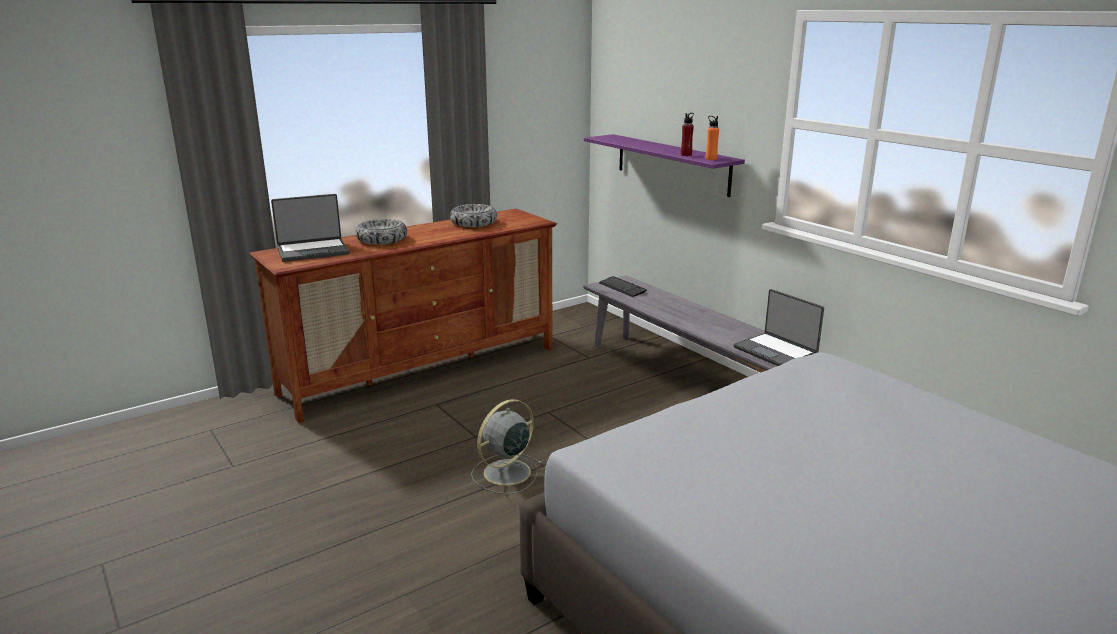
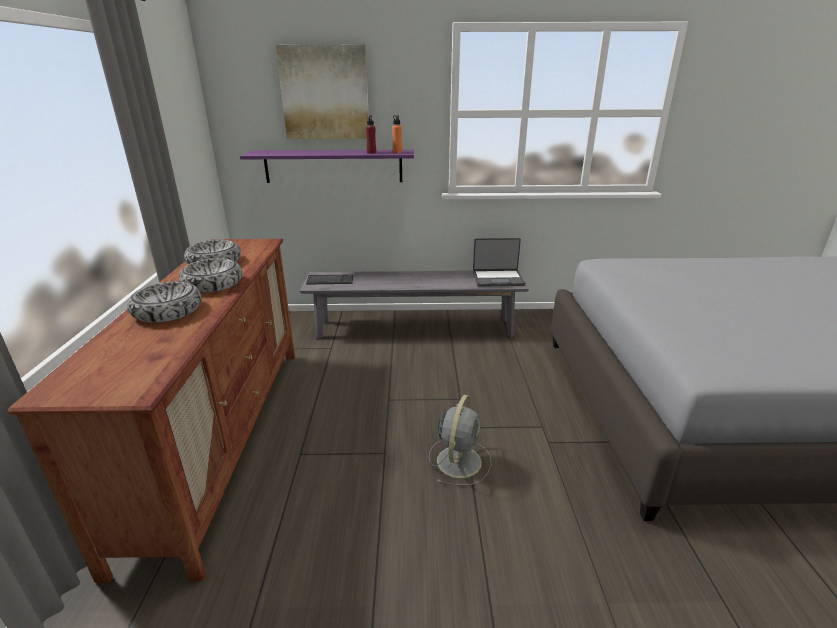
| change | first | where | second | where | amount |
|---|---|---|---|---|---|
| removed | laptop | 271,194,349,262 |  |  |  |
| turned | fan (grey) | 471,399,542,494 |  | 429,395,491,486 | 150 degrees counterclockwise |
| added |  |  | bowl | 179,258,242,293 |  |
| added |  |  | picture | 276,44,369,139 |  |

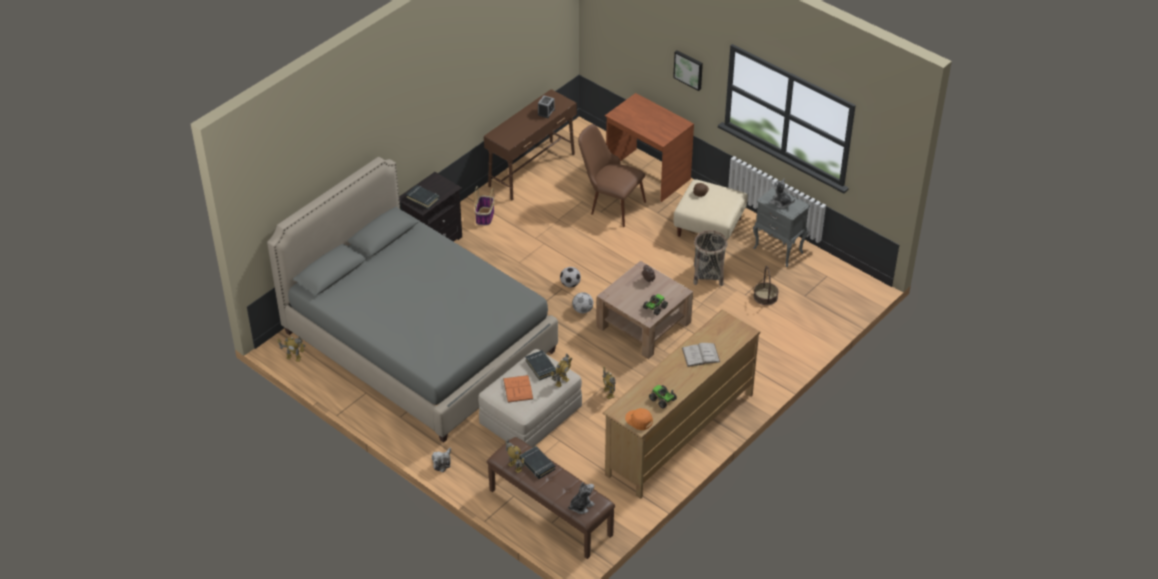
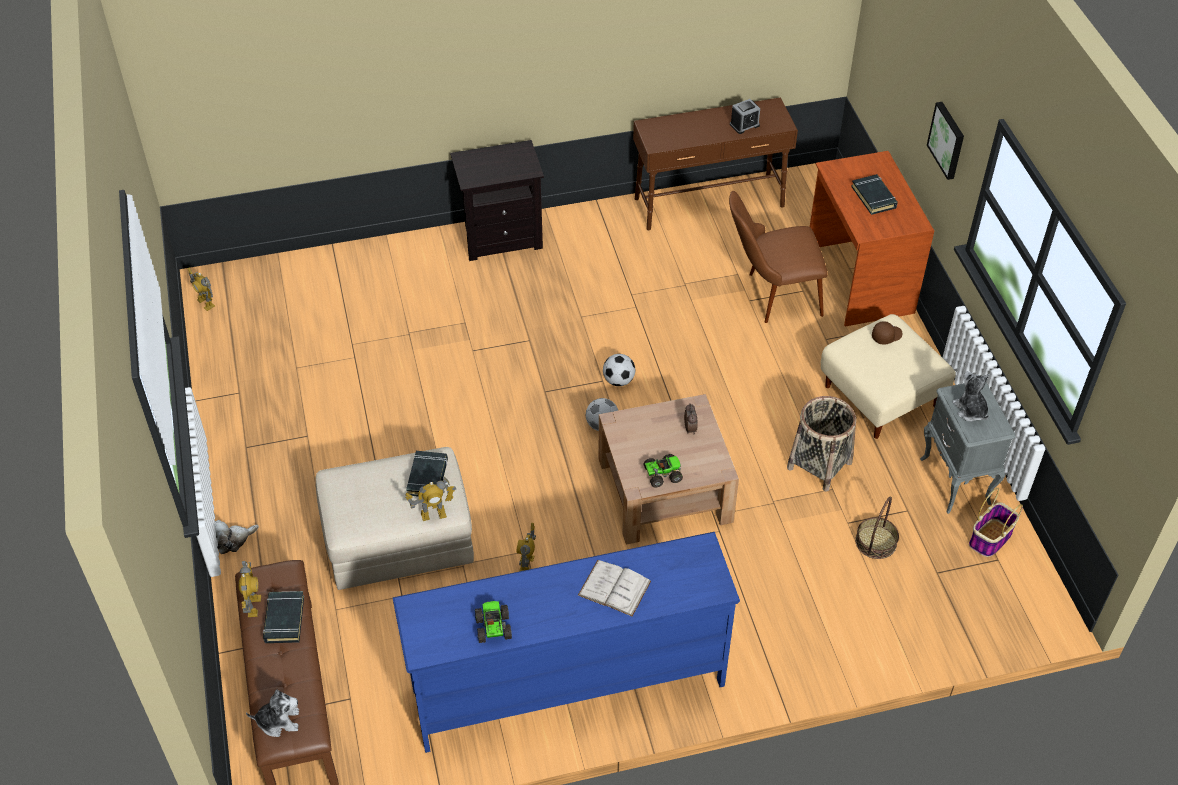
| change | first | where | second | where | amount |
|---|---|---|---|---|---|
| removed | bed (grey) | 267,157,558,443 |  |  |  |
| moved | book (black) | 406,185,439,209 |  | 851,174,898,215 |  |
| moved | basket | 474,186,494,226 |  | 969,488,1023,557 |  |
| removed | book (orange) | 503,375,533,403 |  |  |  |
| turned | chair (brown) | 578,124,646,227 |  | 729,191,828,323 | 75 degrees counterclockwise |
| recoloured | dresser (brown) | 603,309,760,499 | dresser (blue) | 393,532,740,753 |  |
| removed | cap (orange) | 625,408,653,430 |  |  |  |

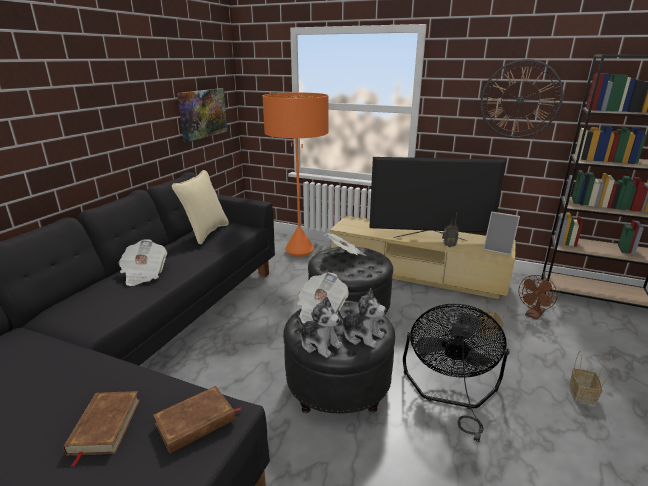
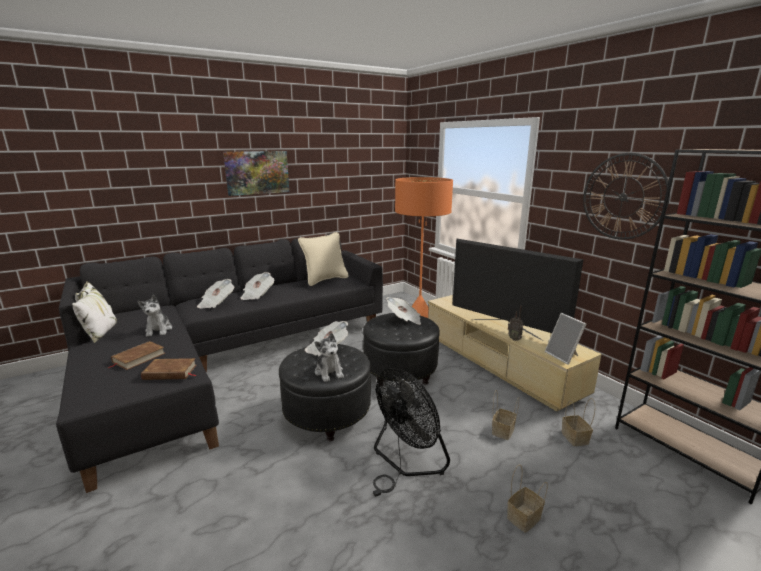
| change | first | where | second | where | amount |
|---|---|---|---|---|---|
| moved | picture | 177,88,228,142 |  | 223,151,289,196 |  |
| moved | plush toy | 298,296,343,358 |  | 138,295,172,337 |  |
| replaced | fan (brown) | 519,275,557,320 | basket | 561,398,595,446 |  |
| added |  |  | newspaper | 197,279,234,308 |  |

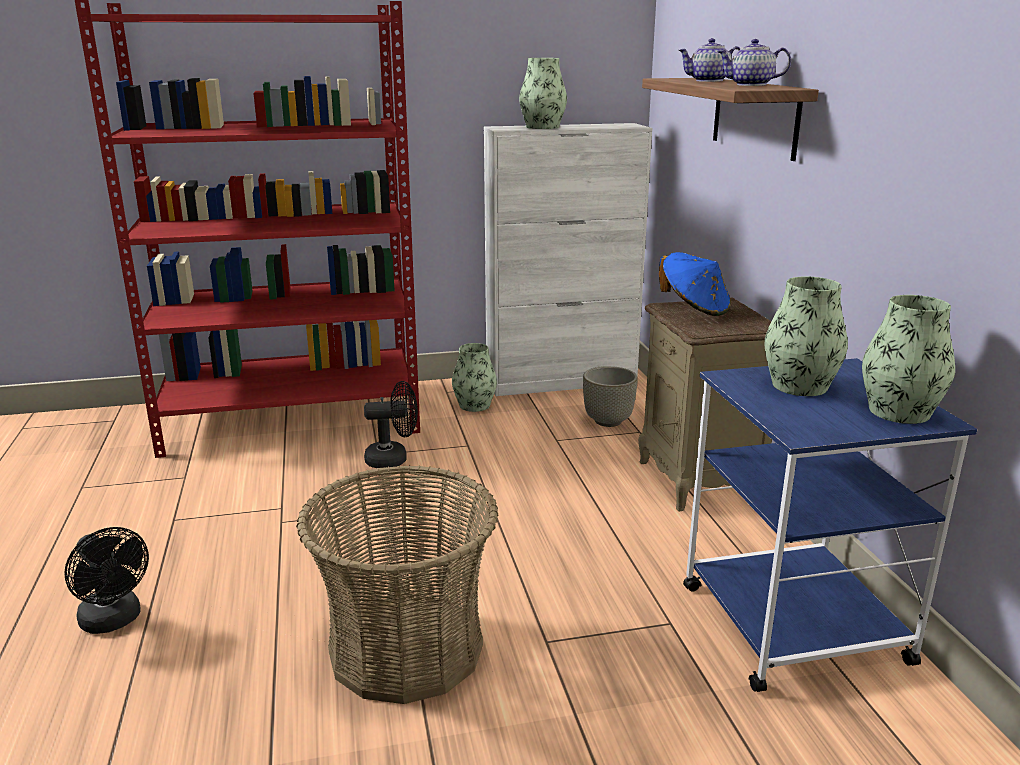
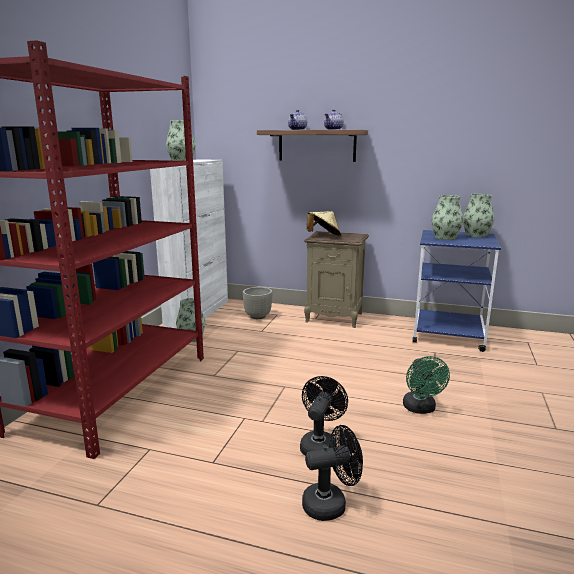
| change | first | where | second | where | amount |
|---|---|---|---|---|---|
| replaced | basket | 296,465,499,704 | fan (green) | 403,356,450,414 |  |
| moved | fan (black) | 364,381,418,468 |  | 300,376,348,456 |  |
| recoloured | hat (blue) | 659,252,731,316 | hat (beige) | 307,211,341,236 |  |

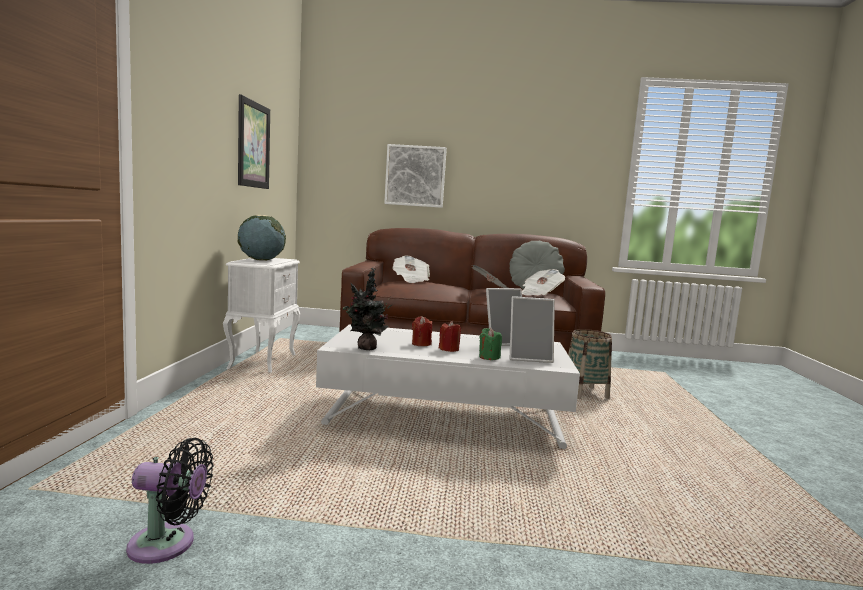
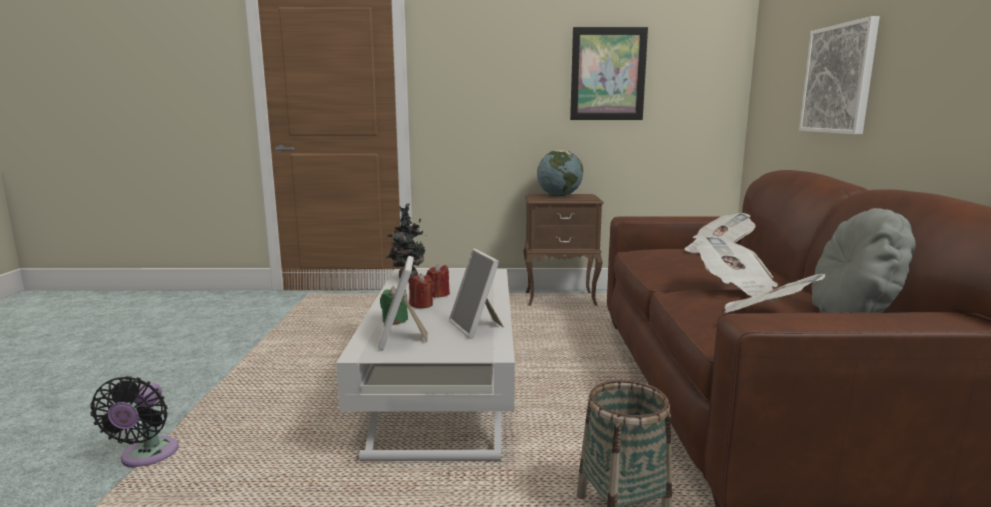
| change | first | where | second | where | amount |
|---|---|---|---|---|---|
| moved | fan (black) | 126,438,214,564 |  | 90,376,179,468 |  |
| recoloured | nightstand (white) | 223,258,300,373 | nightstand (brown) | 524,194,604,306 |  |

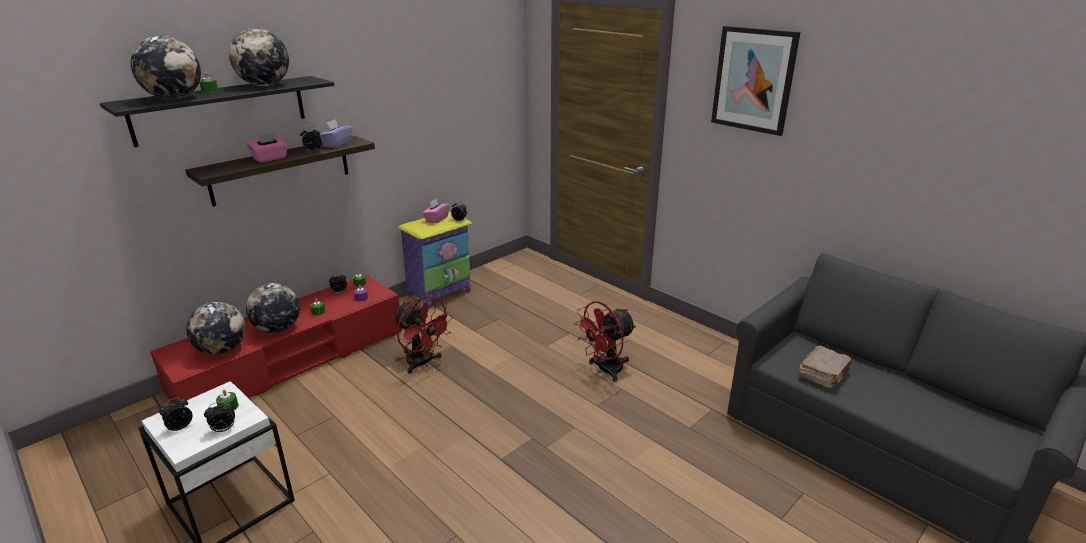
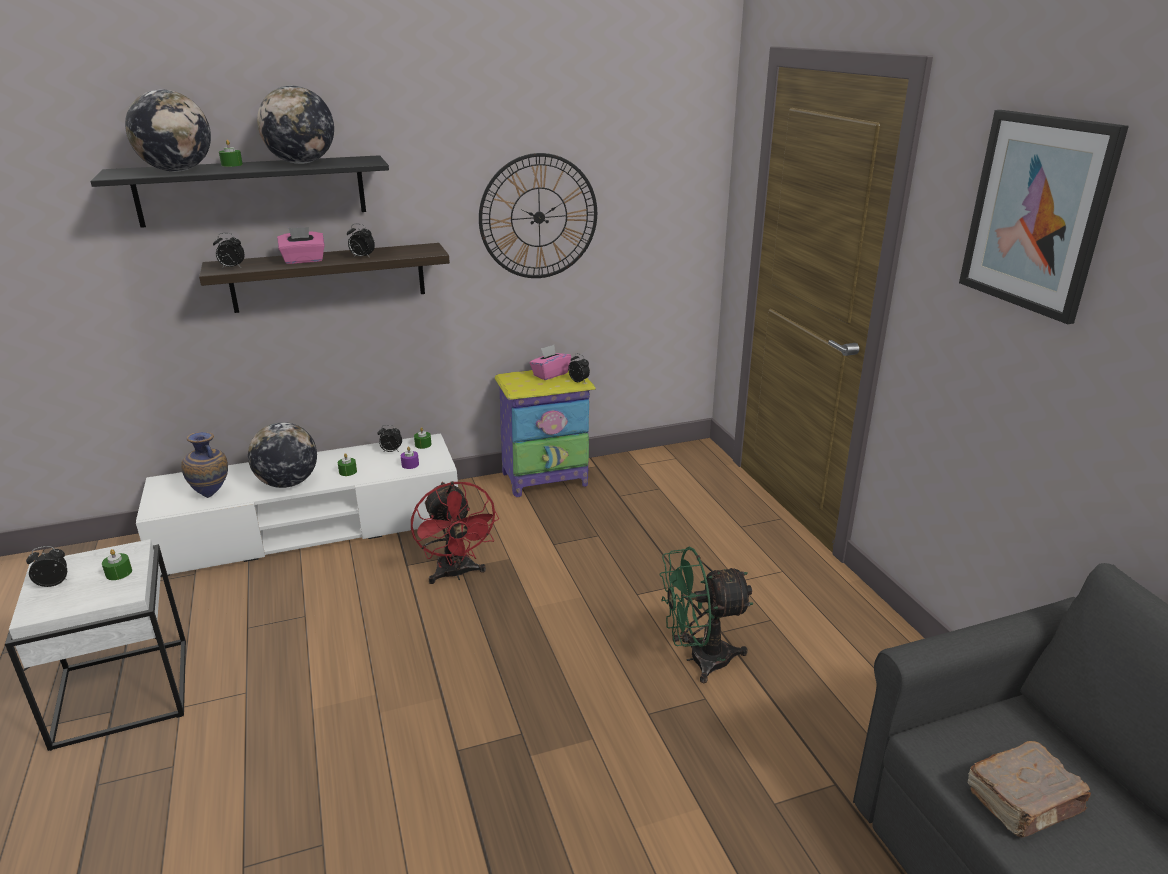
| change | first | where | second | where | amount |
|---|---|---|---|---|---|
| recoloured | tv stand (red) | 150,275,402,404 | tv stand (white) | 136,433,458,577 |  |
| replaced | globe | 186,302,246,355 | vase | 181,432,228,498 |  |
| moved | alarm clock | 204,401,235,433 |  | 213,233,245,268 |  |
| removed | tissue box (purple) | 319,119,352,148 |  |  |  |
| recoloured | fan (red) | 574,301,636,382 | fan (green) | 660,547,754,683 |  |
| added |  |  | wall clock | 479,153,597,278 |  |

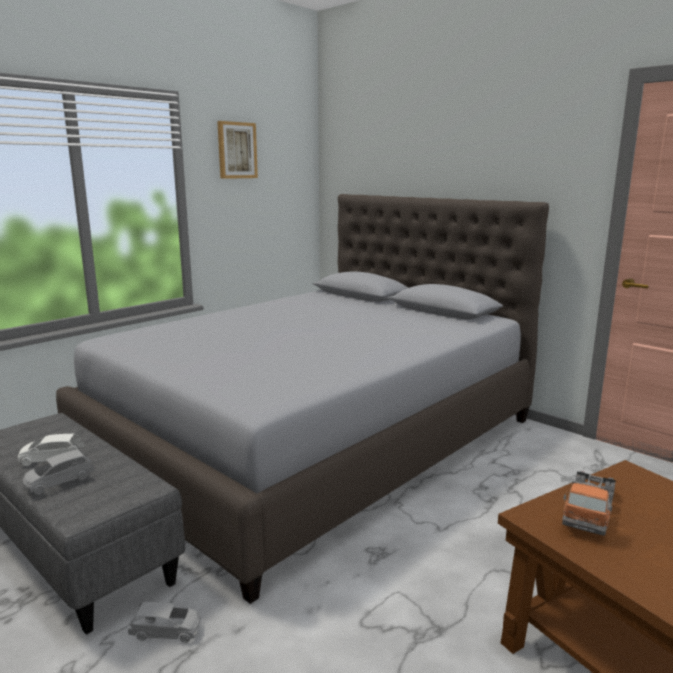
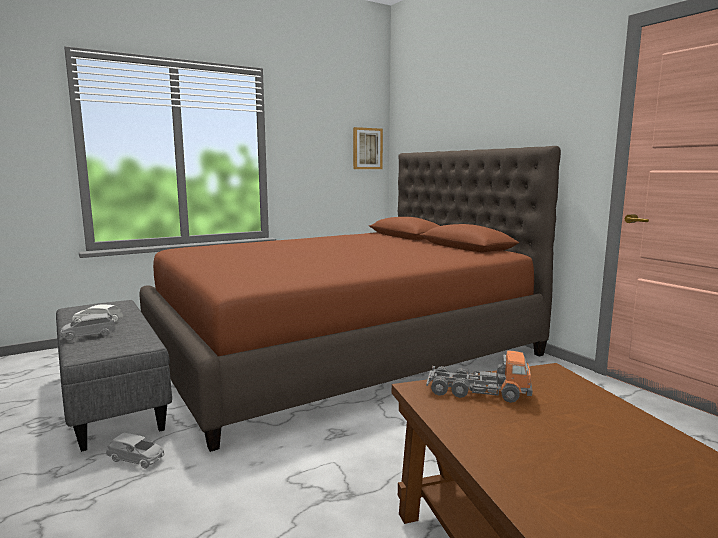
| change | first | where | second | where | amount |
|---|---|---|---|---|---|
| recoloured | bed (grey) | 56,194,549,604 | bed (brown) | 139,146,561,452 |  |
| moved | picture | 217,121,258,179 |  | 353,127,383,169 |  |
| turned | toy truck | 562,471,616,536 |  | 426,350,532,403 | 120 degrees counterclockwise |

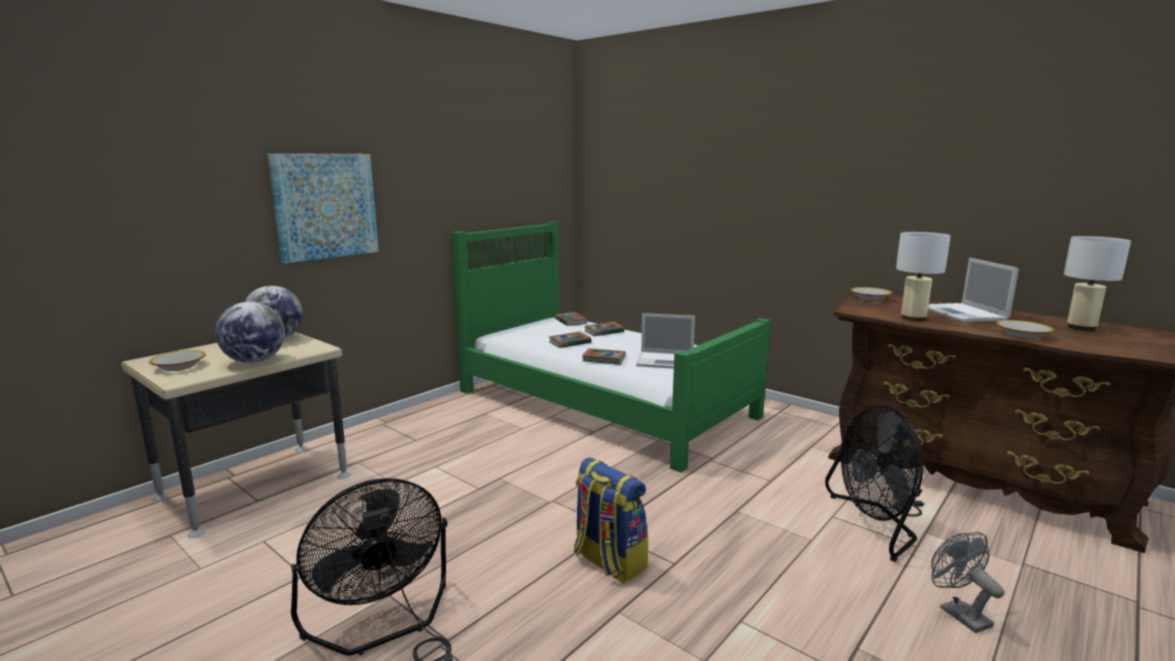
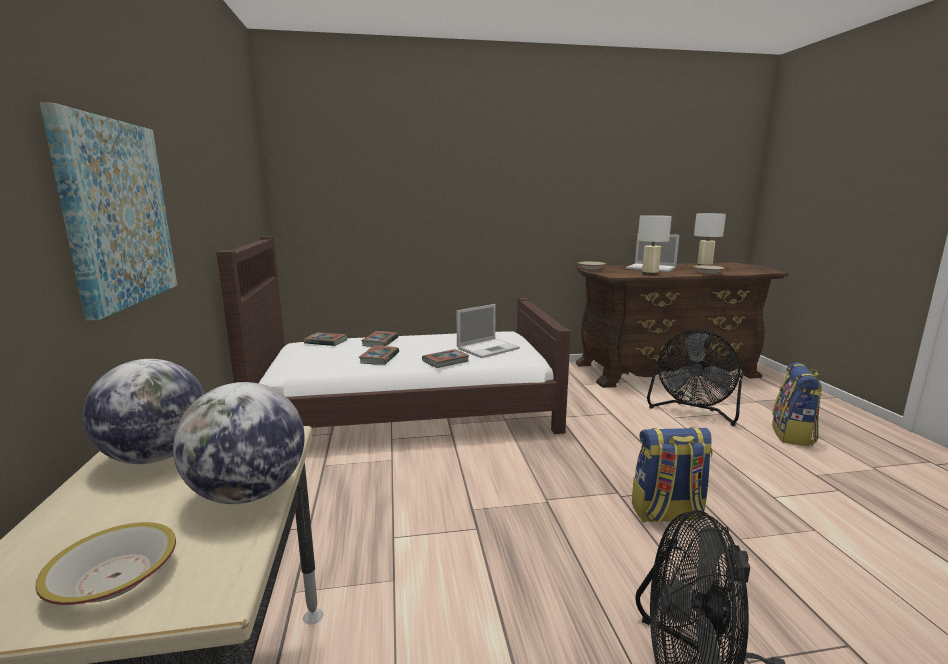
| change | first | where | second | where | amount |
|---|---|---|---|---|---|
| recoloured | bed (green) | 451,221,771,473 | bed (brown) | 216,236,571,434 |  |
| replaced | fan (grey) | 931,532,1005,633 | backpack | 772,362,822,446 |  |

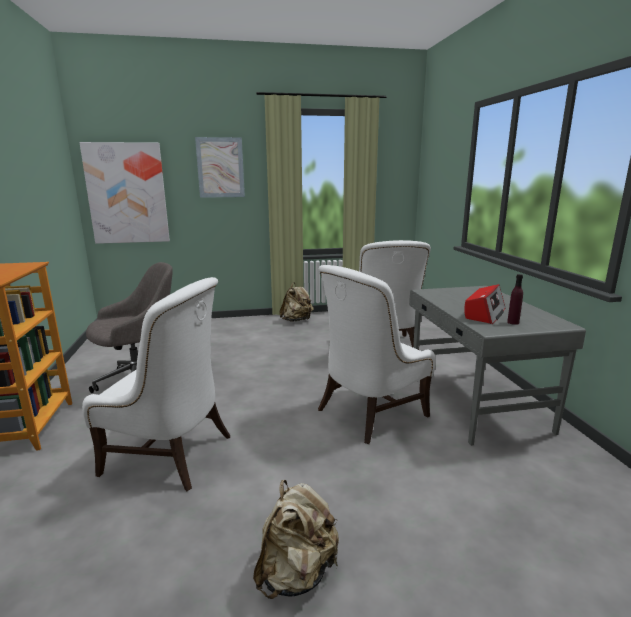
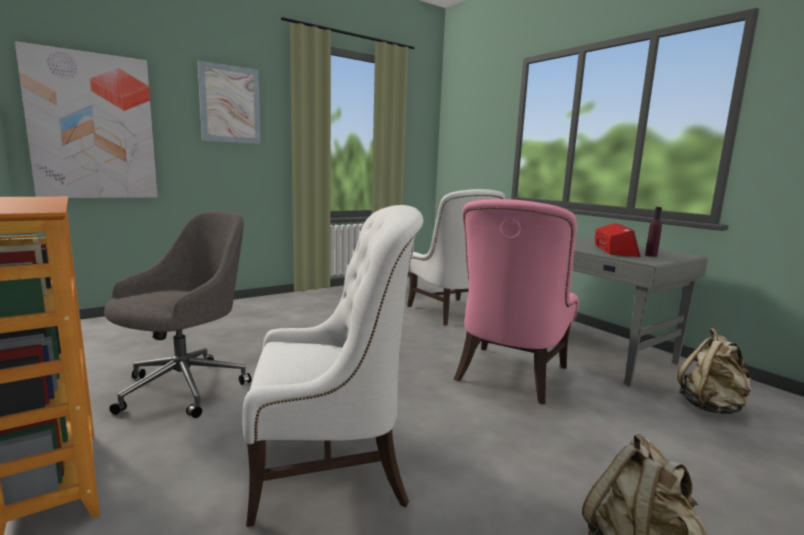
| change | first | where | second | where | amount |
|---|---|---|---|---|---|
| moved | backpack (beige) | 279,282,314,322 |  | 677,328,752,414 |  |
| recoloured | chair (white) | 318,265,436,444 | chair (pink) | 454,199,579,404 |  |

